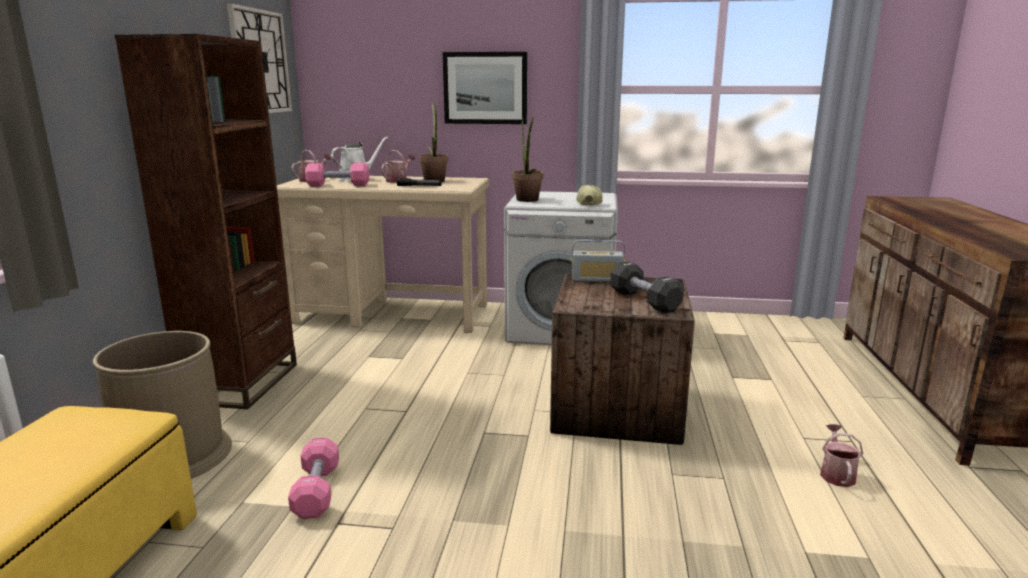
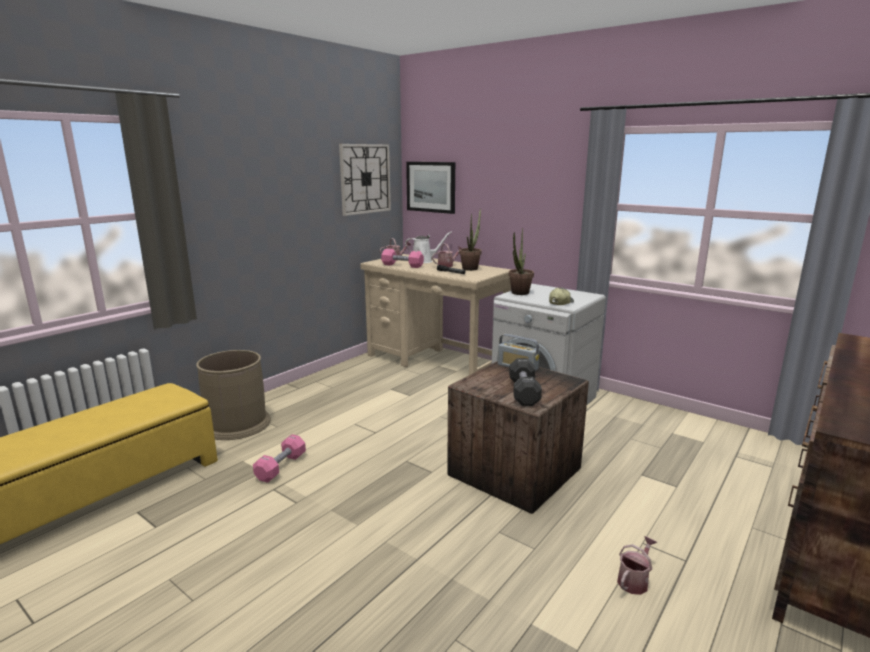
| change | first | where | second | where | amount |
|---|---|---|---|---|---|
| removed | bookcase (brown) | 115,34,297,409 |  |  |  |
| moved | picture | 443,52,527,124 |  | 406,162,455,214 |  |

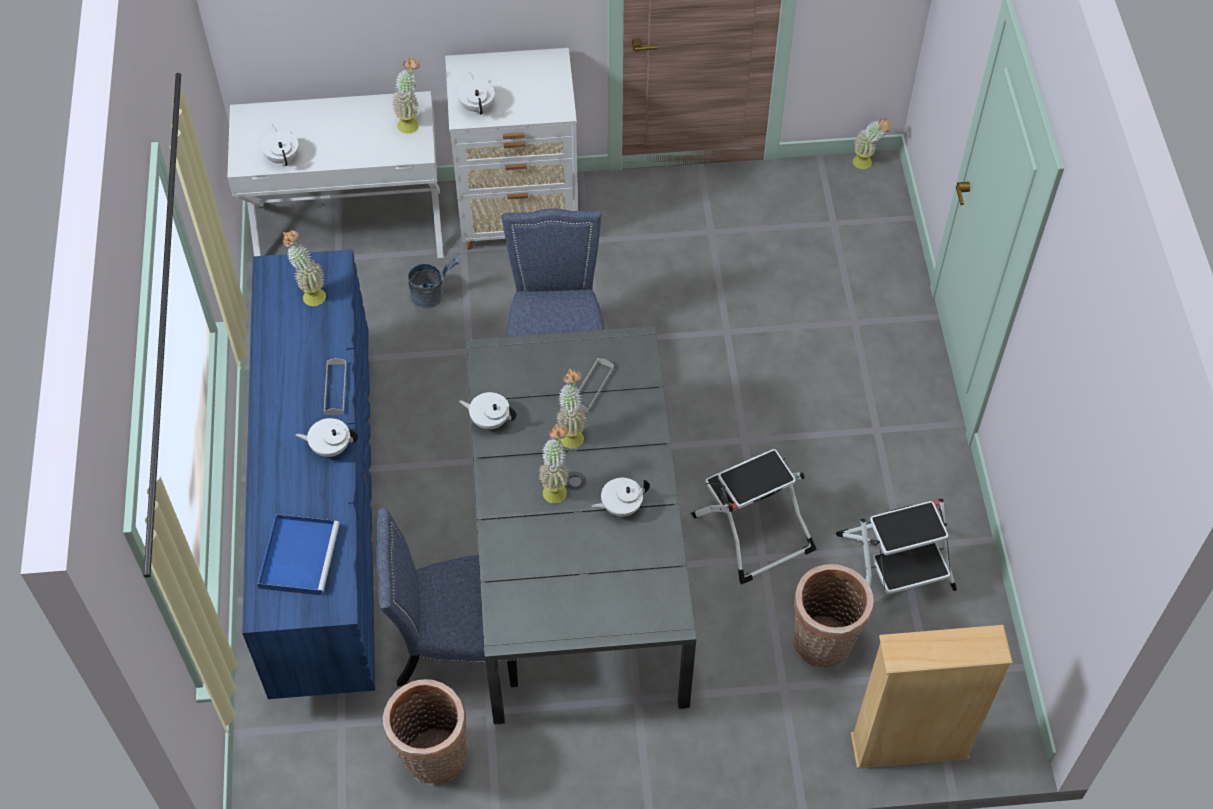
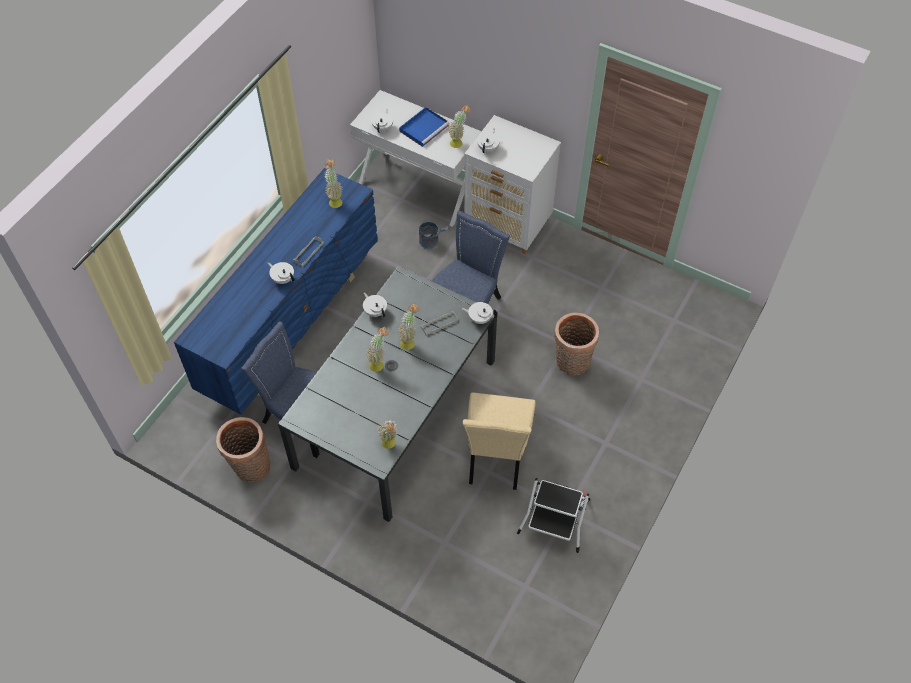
| change | first | where | second | where | amount |
|---|---|---|---|---|---|
| moved | tray (blue) | 257,514,340,596 |  | 399,107,450,147 |  |
| moved | teapot (white) | 591,478,650,517 |  | 462,302,497,324 |  |
| replaced | step ladder | 691,449,817,584 | chair (beige) | 463,392,536,490 |  |
| moved | basket | 793,564,874,668 |  | 554,313,599,376 |  |
| removed | bookcase (beige) | 851,625,1013,769 |  |  |  |
| moved | potted plant | 853,118,891,169 |  | 378,420,397,449 |  |

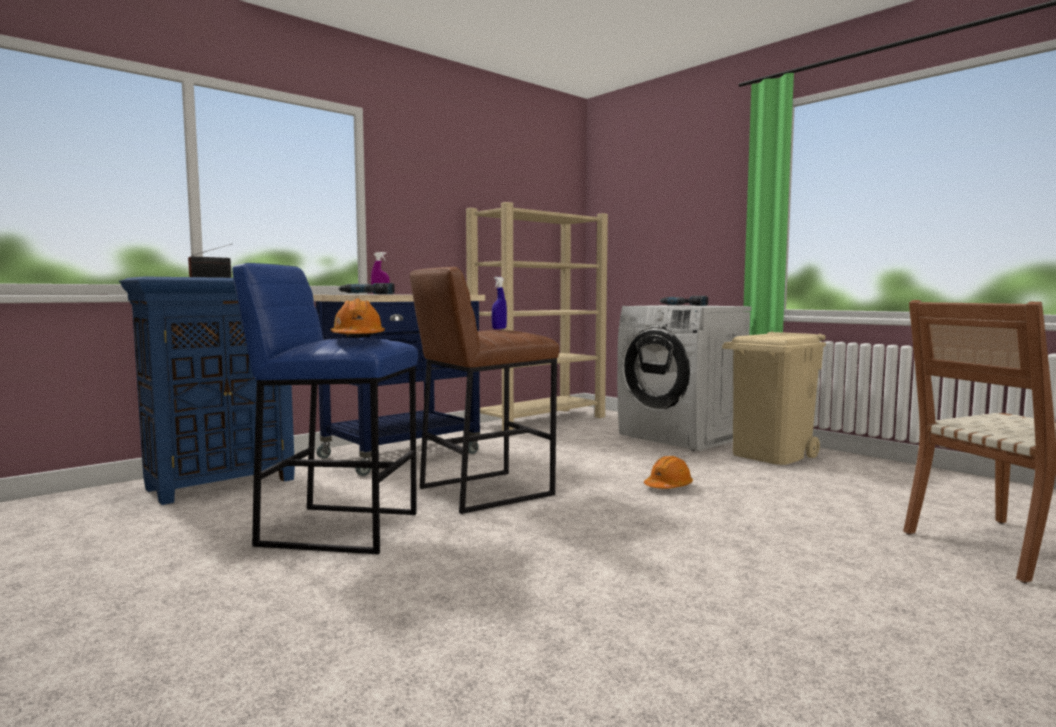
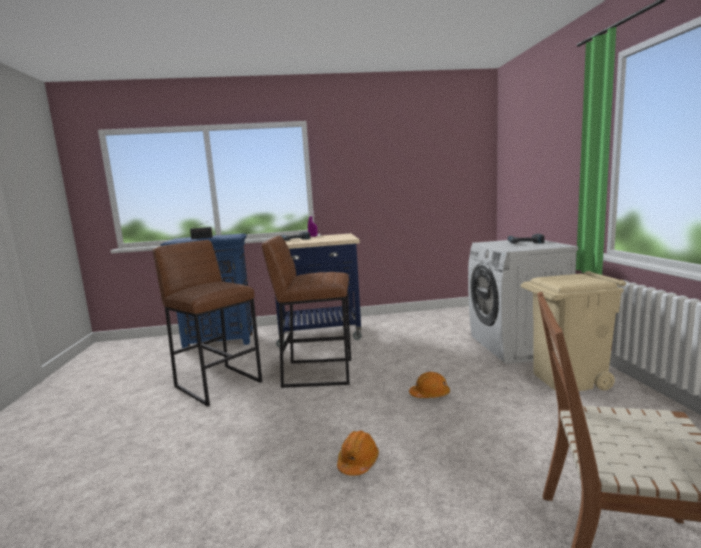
| change | first | where | second | where | amount |
|---|---|---|---|---|---|
| recoloured | stool (blue) | 232,263,418,554 | stool (brown) | 153,240,262,406 |  |
| moved | hard hat (orange) | 330,299,385,337 |  | 337,431,379,476 |  |
| removed | bookcase (beige) | 466,202,608,431 |  |  |  |
| removed | spray bottle (blue) | 492,277,507,329 |  |  |  |

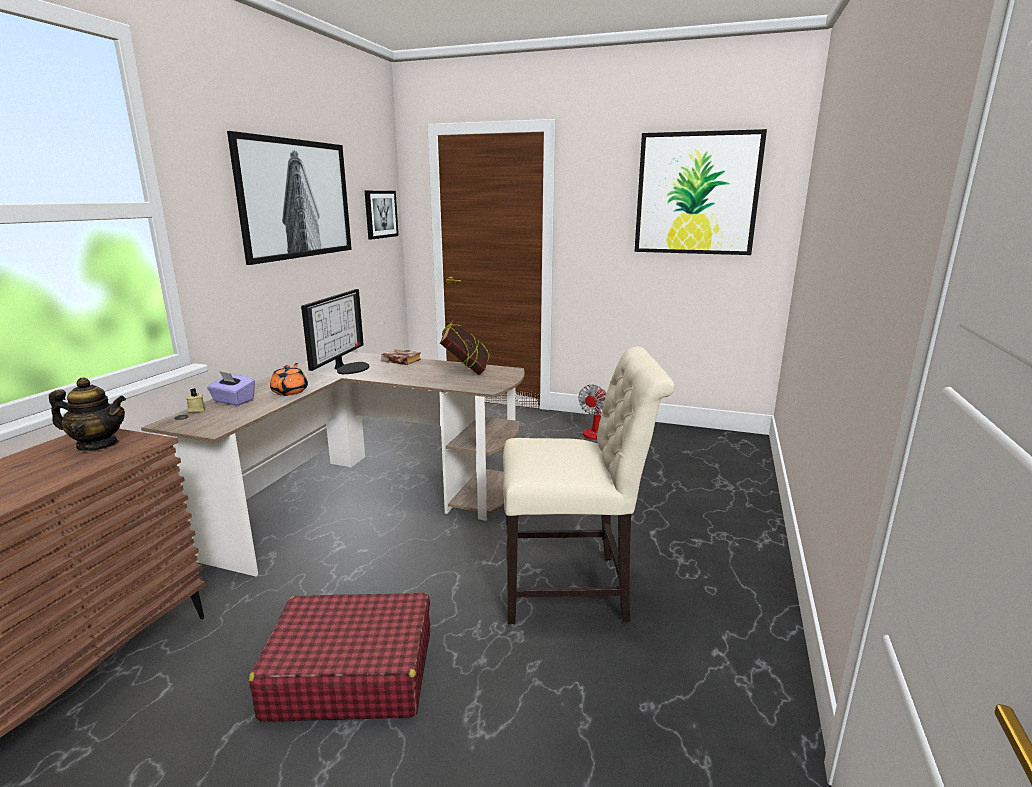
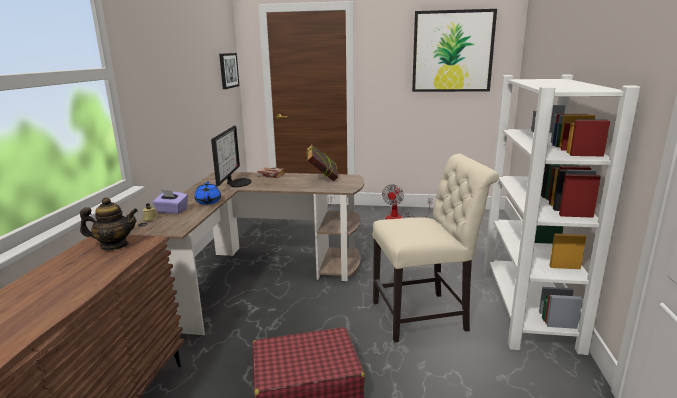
| change | first | where | second | where | amount |
|---|---|---|---|---|---|
| removed | picture | 227,131,352,265 |  |  |  |
| recoloured | teapot (orange) | 270,363,308,396 | teapot (blue) | 195,181,221,205 |  |
| added |  |  | bookcase (white) | 484,75,641,355 |  |

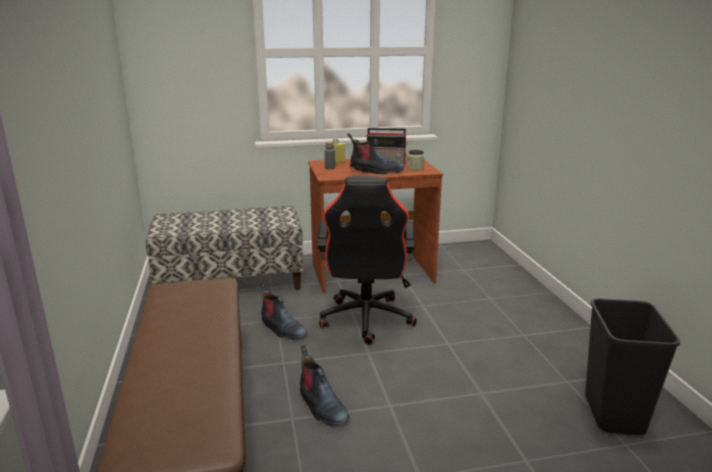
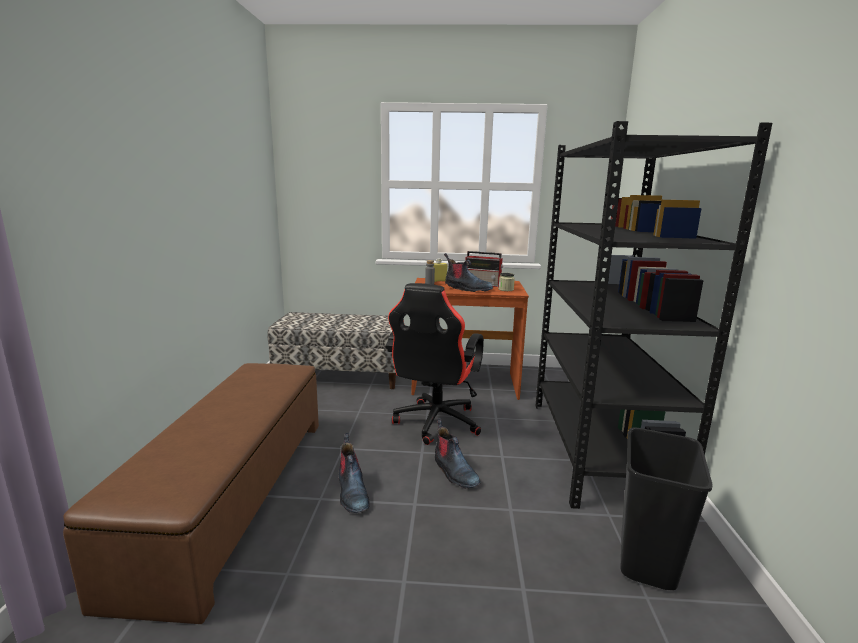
| change | first | where | second | where | amount |
|---|---|---|---|---|---|
| moved | boot | 260,283,307,340 |  | 435,418,481,489 |  |
| added |  |  | bookcase (black) | 535,121,772,509 |  |

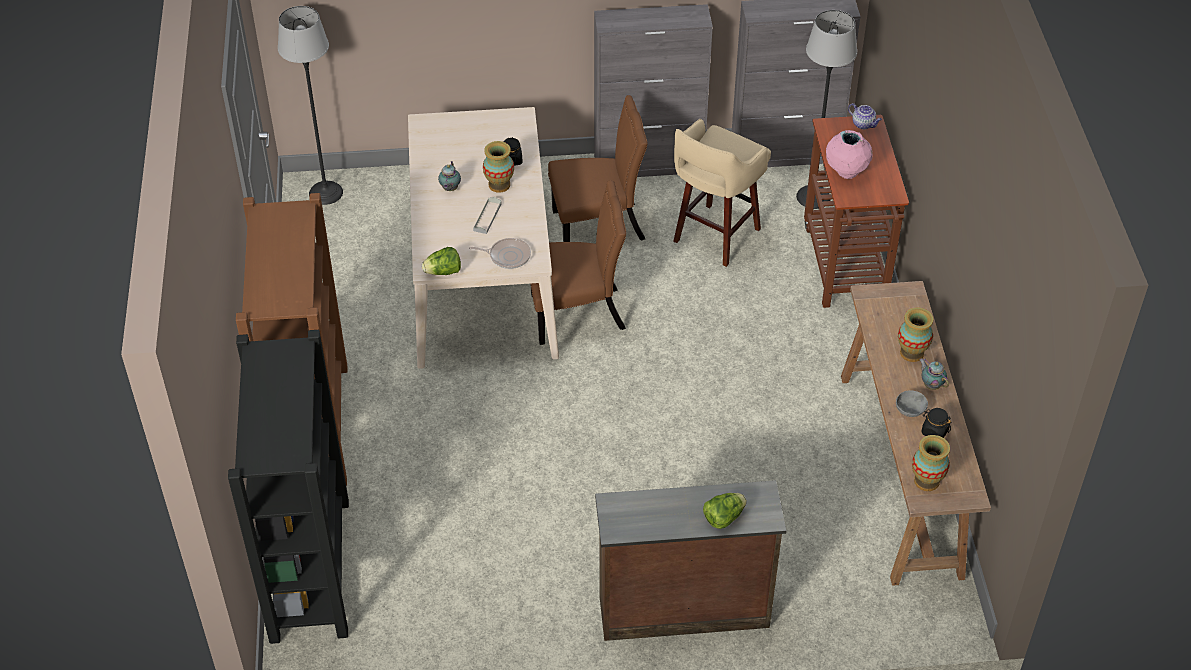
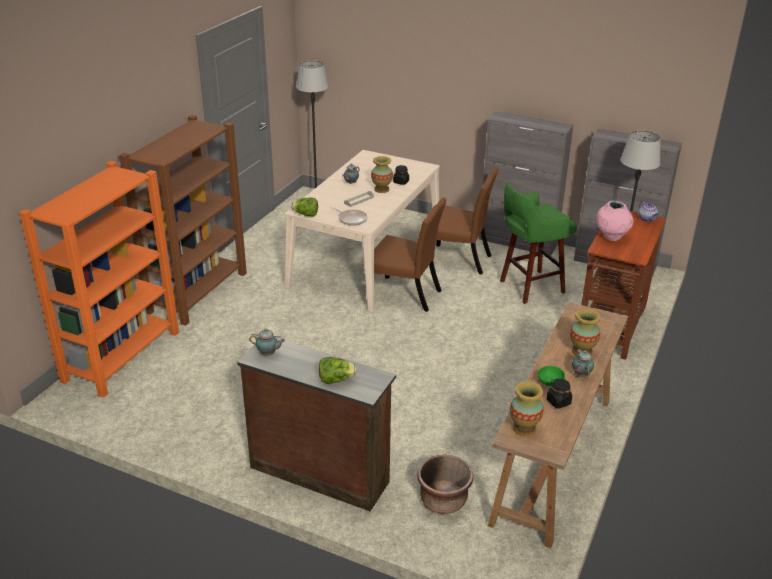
| change | first | where | second | where | amount |
|---|---|---|---|---|---|
| recoloured | bookcase (black) | 228,330,349,644 | bookcase (orange) | 19,161,179,398 |  |
| recoloured | stool (beige) | 673,119,771,267 | stool (green) | 500,183,577,304 |  |
| recoloured | bowl (grey) | 896,390,928,417 | bowl (green) | 538,366,565,387 |  |
| added |  |  | teapot | 249,328,285,356 |  |
| added |  |  | planter (brown) | 417,455,473,514 |  |

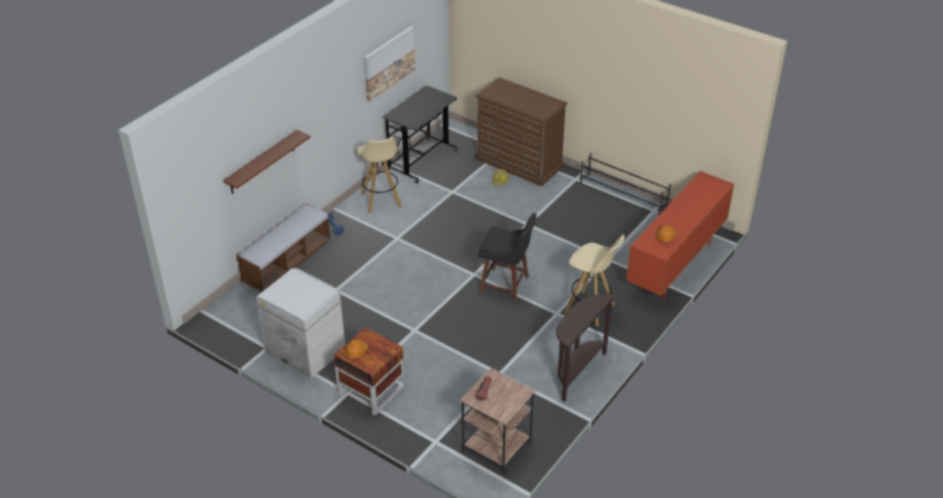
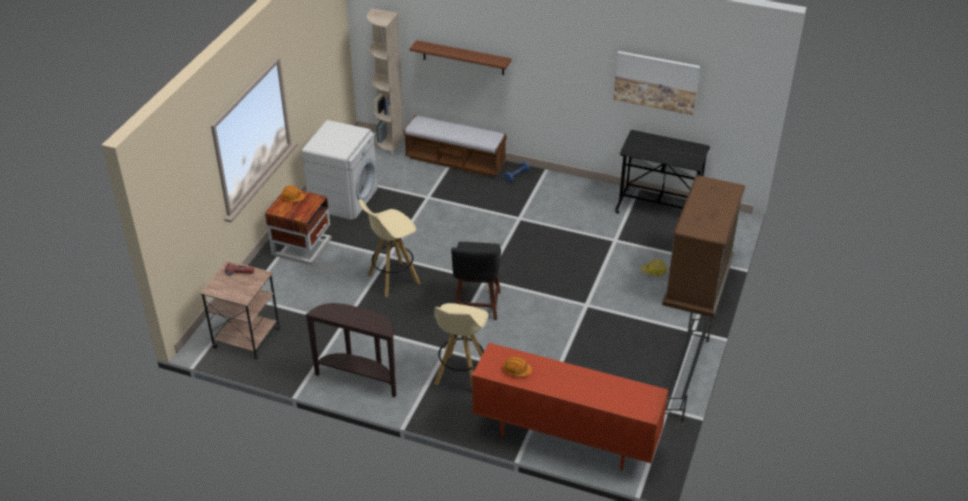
| change | first | where | second | where | amount |
|---|---|---|---|---|---|
| moved | stool (beige) | 357,137,402,213 |  | 359,199,420,297 |  |
| added |  |  | bookcase (beige) | 367,8,405,153 |  |

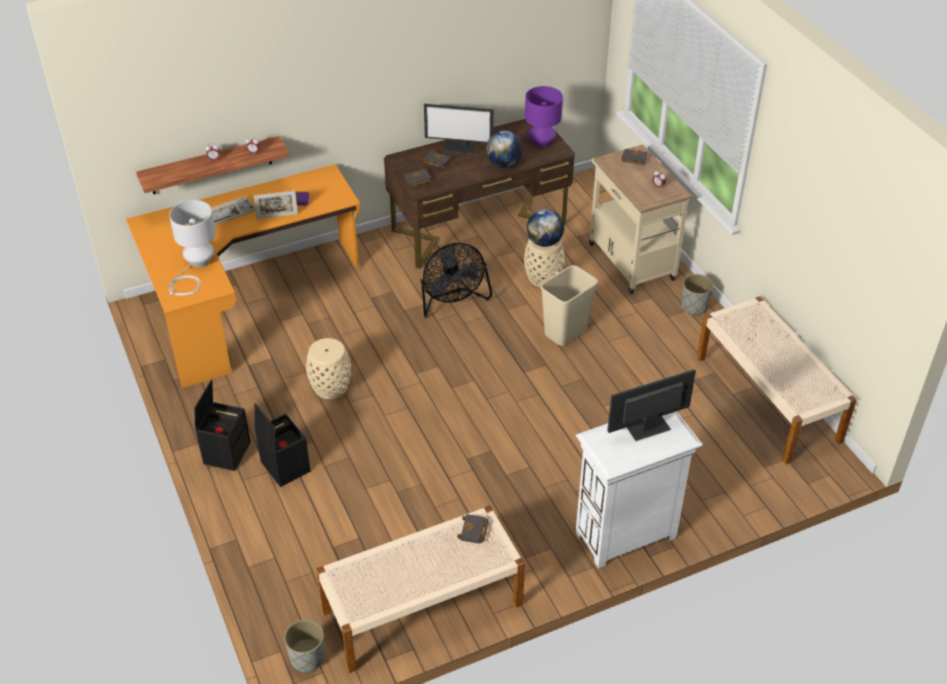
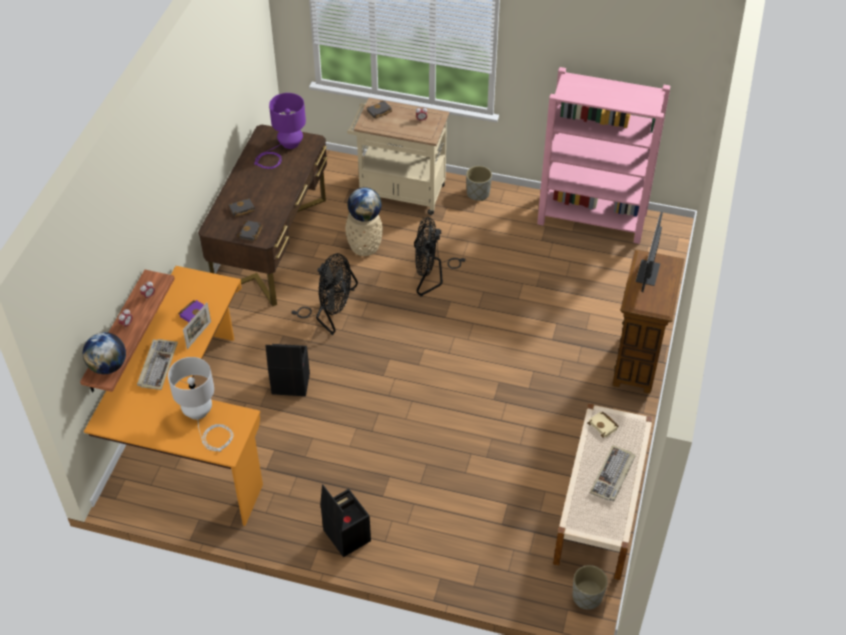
| change | first | where | second | where | amount |
|---|---|---|---|---|---|
| moved | storage box (black) | 254,403,311,487 |  | 265,344,310,396 |  |
| removed | stool (beige) | 306,338,351,399 |  |  |  |
| removed | monitor | 424,104,494,154 |  |  |  |
| recoloured | book (black) | 457,514,489,544 | book (beige) | 587,412,619,438 |  |
| moved | globe | 486,131,523,168 |  | 83,332,126,374 |  |
| replaced | trash can (beige) | 540,265,598,346 | fan (black) | 414,217,466,297 |  |
| recoloured | cabinet (white) | 576,411,703,568 | cabinet (brown) | 613,249,684,394 |  |
| replaced | bench (beige) | 697,296,857,464 | bookcase (pink) | 537,67,670,244 |  |
| added |  |  | keyboard | 589,445,636,501 |  |

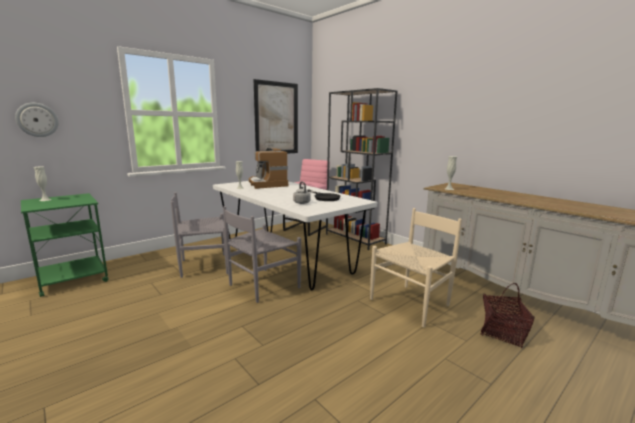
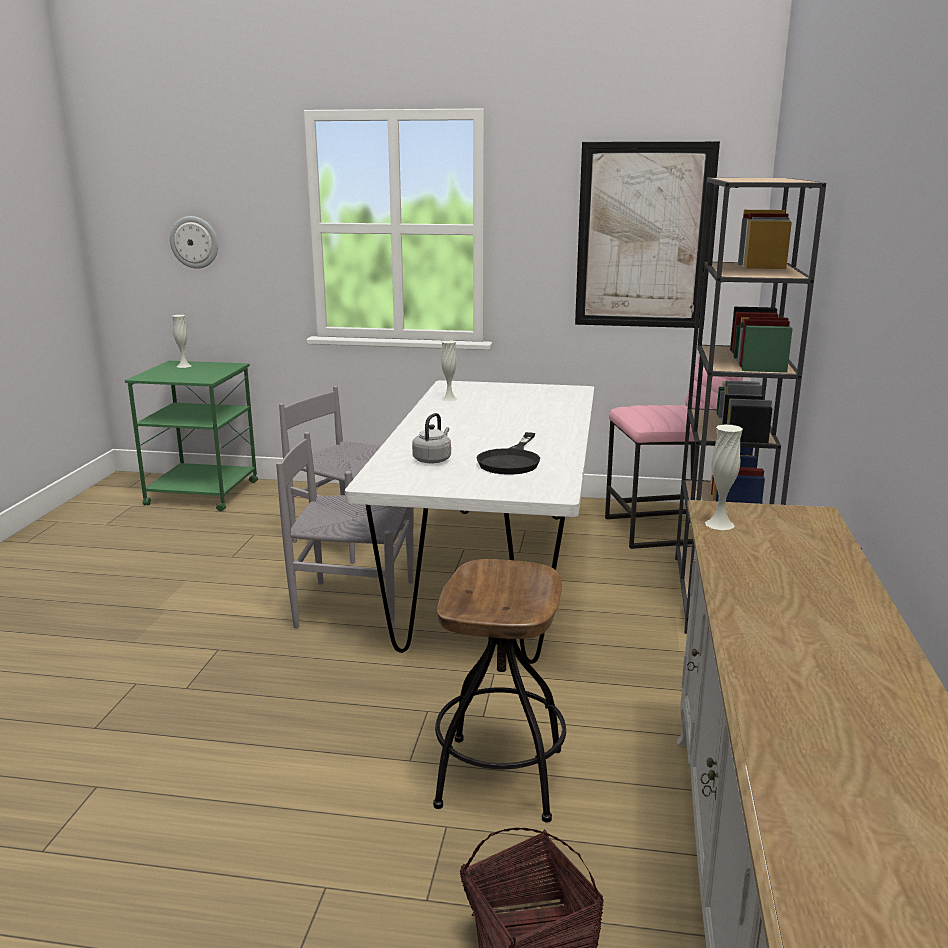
| change | first | where | second | where | amount |
|---|---|---|---|---|---|
| removed | coffee machine | 249,148,288,189 |  |  |  |
| replaced | chair (beige) | 370,208,462,328 | stool (brown) | 433,559,566,823 |  |

